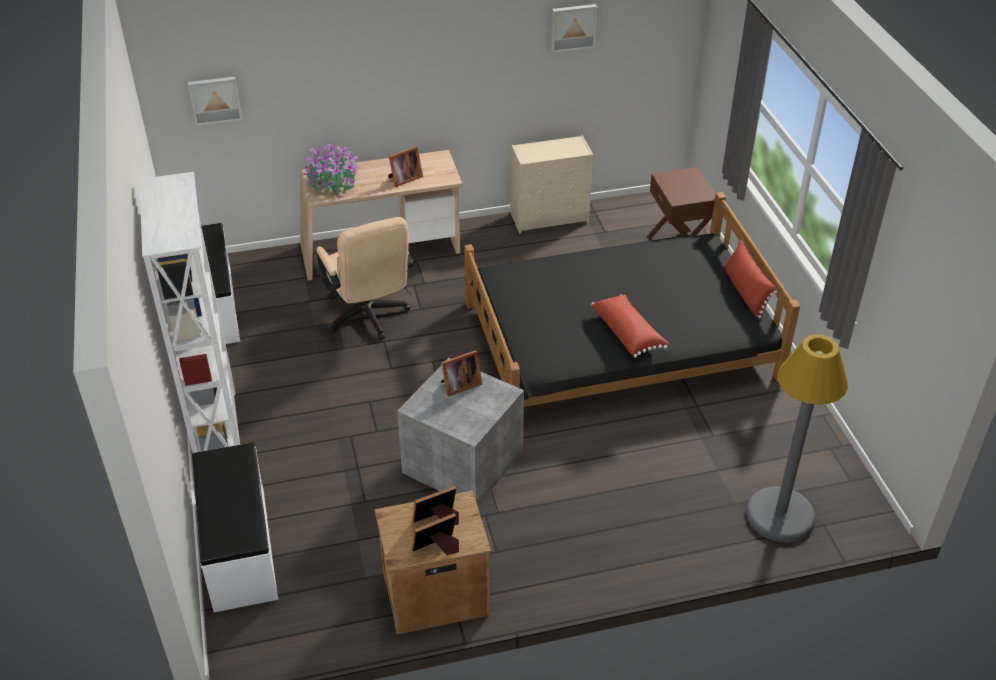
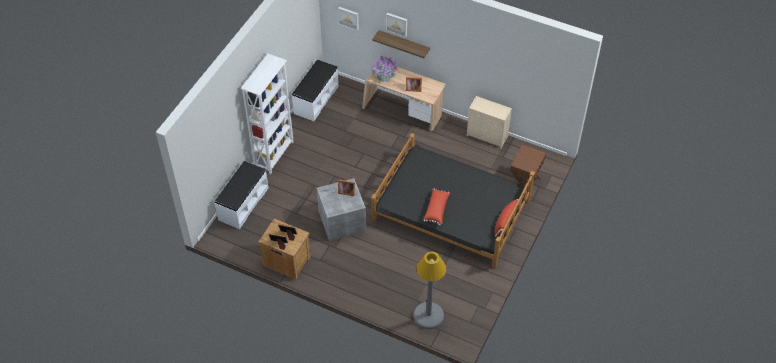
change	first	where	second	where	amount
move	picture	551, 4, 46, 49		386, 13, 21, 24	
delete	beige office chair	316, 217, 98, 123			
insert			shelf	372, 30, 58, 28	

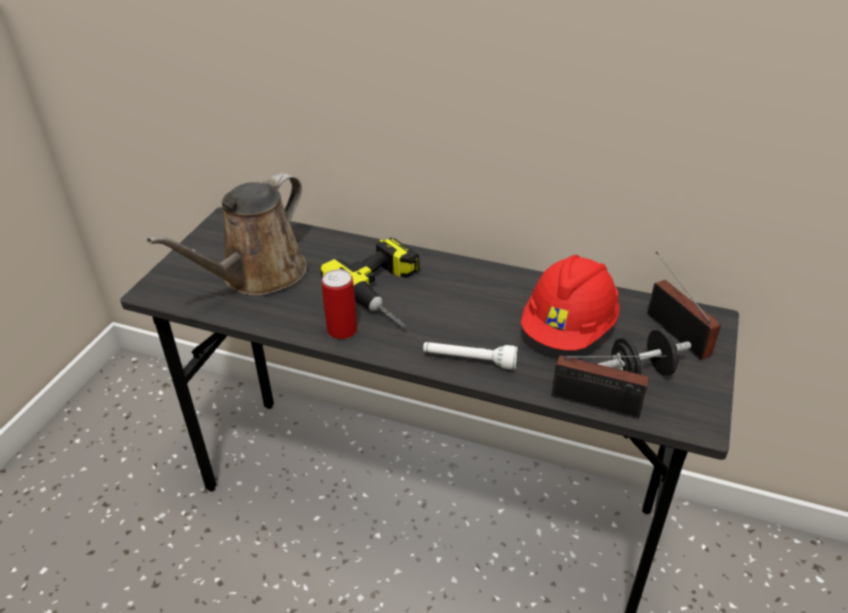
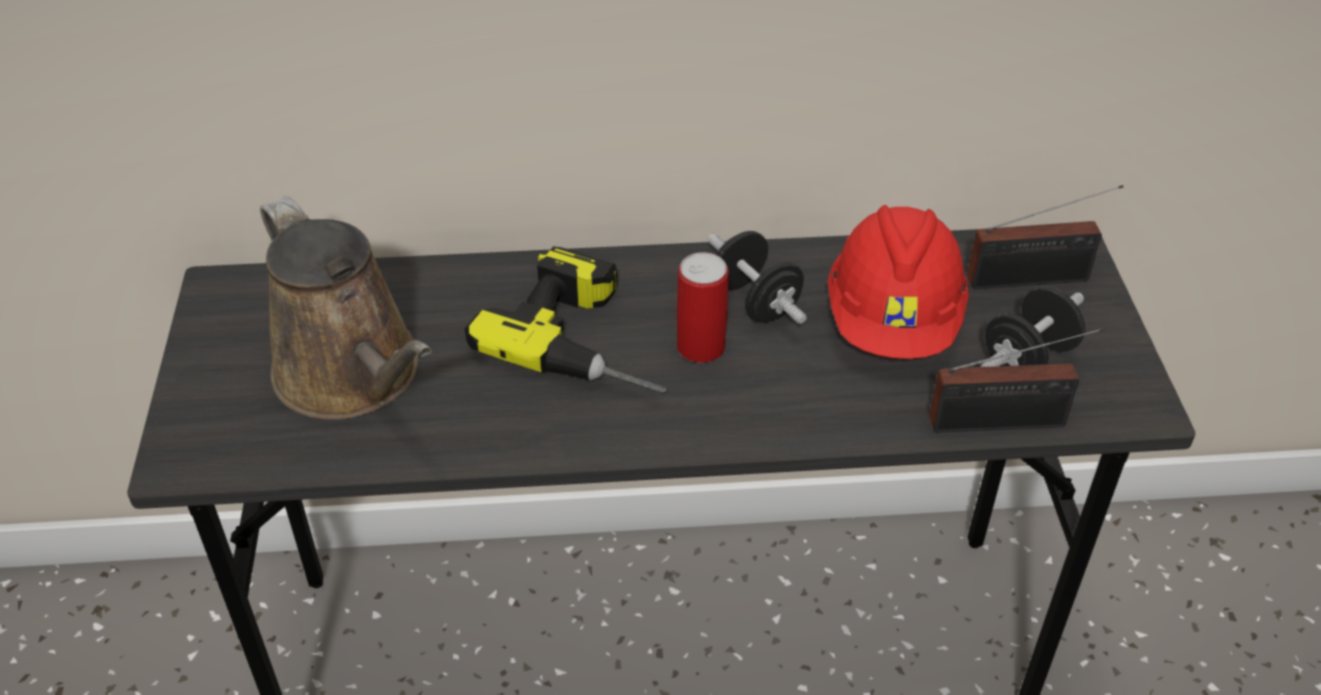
change	first	where	second	where	amount
rotate	brown watering can	147, 173, 160, 123		260, 196, 172, 224	45 degrees counterclockwise
rotate	radio	648, 252, 73, 108		967, 185, 156, 104	135 degrees clockwise
move	can	321, 269, 36, 70		677, 252, 52, 111	
delete	white flashlight	423, 342, 95, 28			
insert			black dumbbell	708, 231, 99, 93	

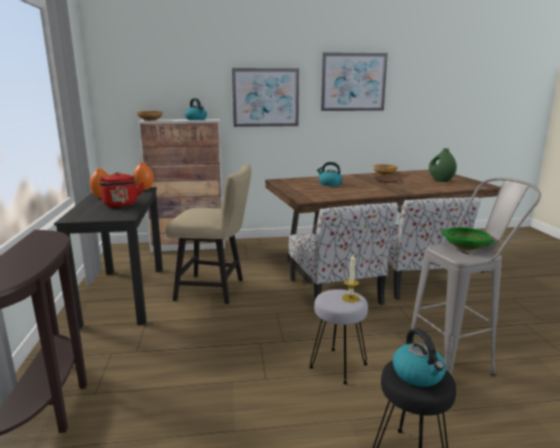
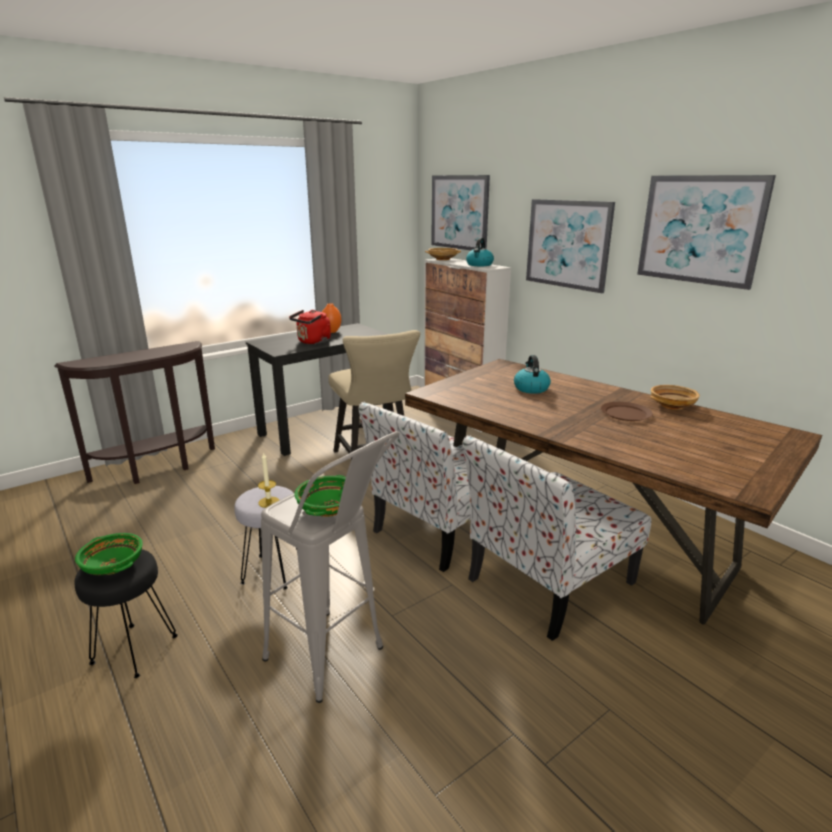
change	first	where	second	where	amount
delete	green vase	429, 148, 28, 34			
delete	orange vase	133, 162, 21, 28			
replace	kettle	393, 328, 53, 59	green bowl	75, 533, 68, 42	
insert			picture	431, 175, 59, 75	

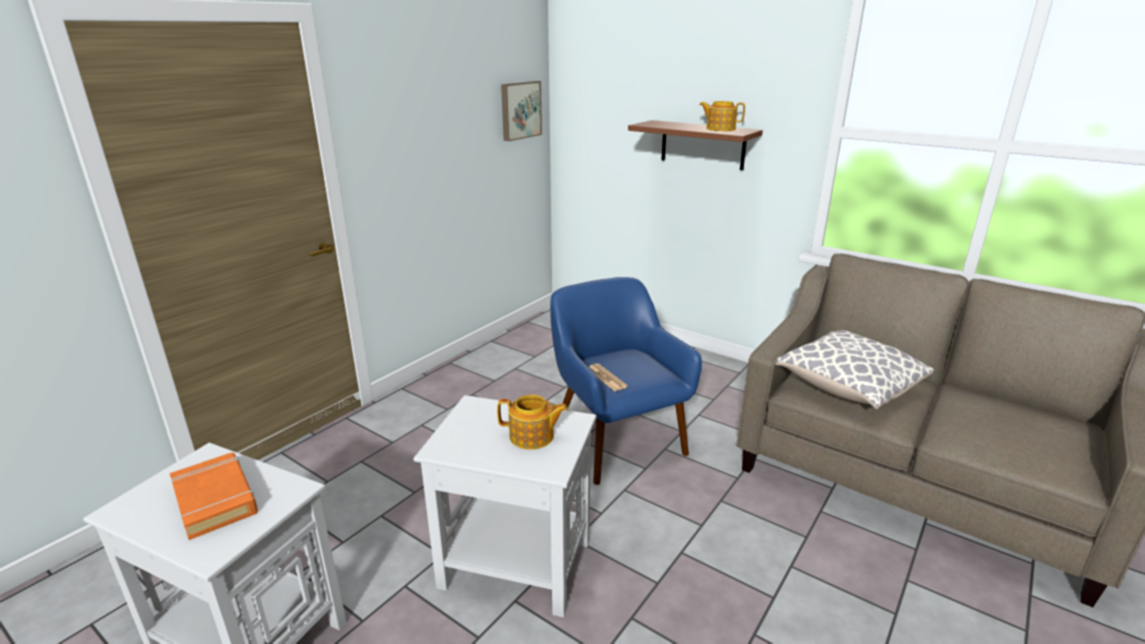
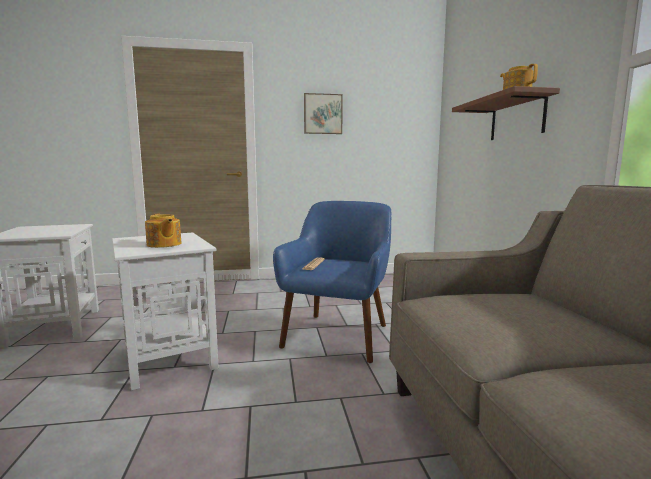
change	first	where	second	where	amount
move	picture	501, 81, 41, 60		304, 93, 39, 41	
delete	pillow	776, 330, 158, 79			
delete	orange book	170, 453, 88, 87			

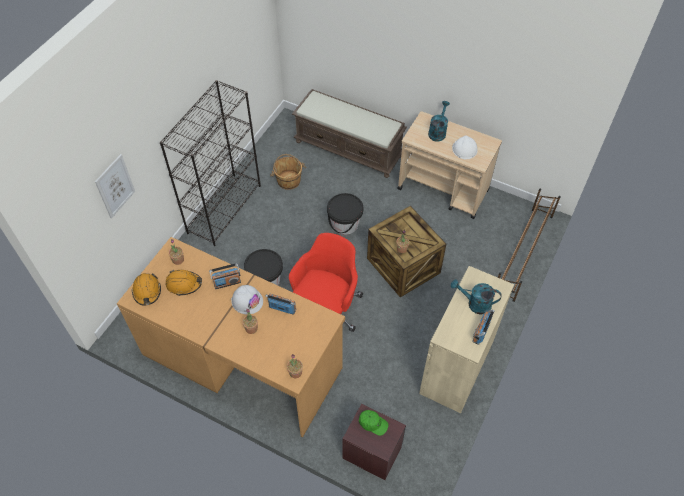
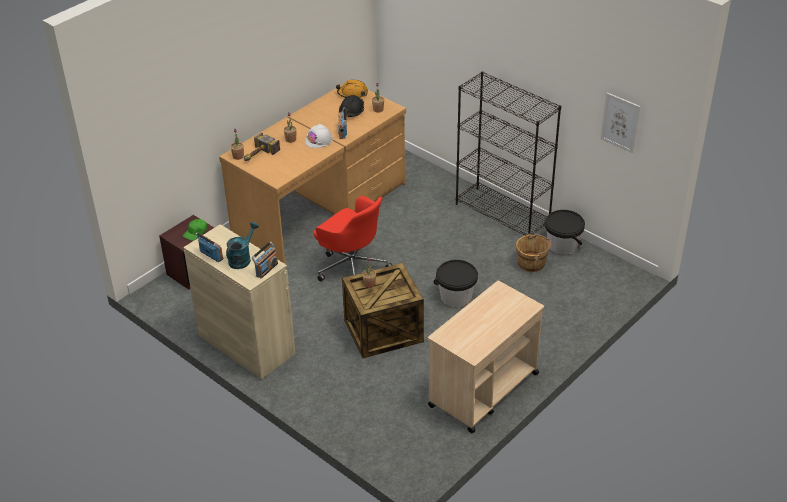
change	first	where	second	where	amount
delete	brown bench	292, 89, 115, 89			
delete	turquoise watering can	428, 101, 22, 40			
delete	white hard hat	452, 135, 26, 24			
move	picture	95, 154, 40, 64		601, 92, 39, 61	
delete	brown shoe rack	498, 189, 63, 113			
move	black bucket	244, 249, 39, 36		545, 210, 40, 45	
recolor	orange hard hat	166, 270, 36, 26	black hard hat	339, 95, 25, 22	
move	radio	265, 294, 31, 21		252, 242, 26, 36	
insert			hammer	244, 132, 36, 29	

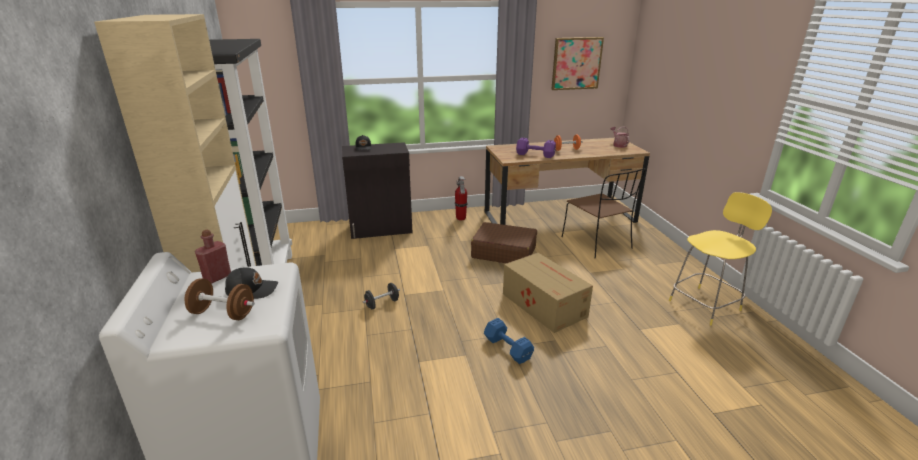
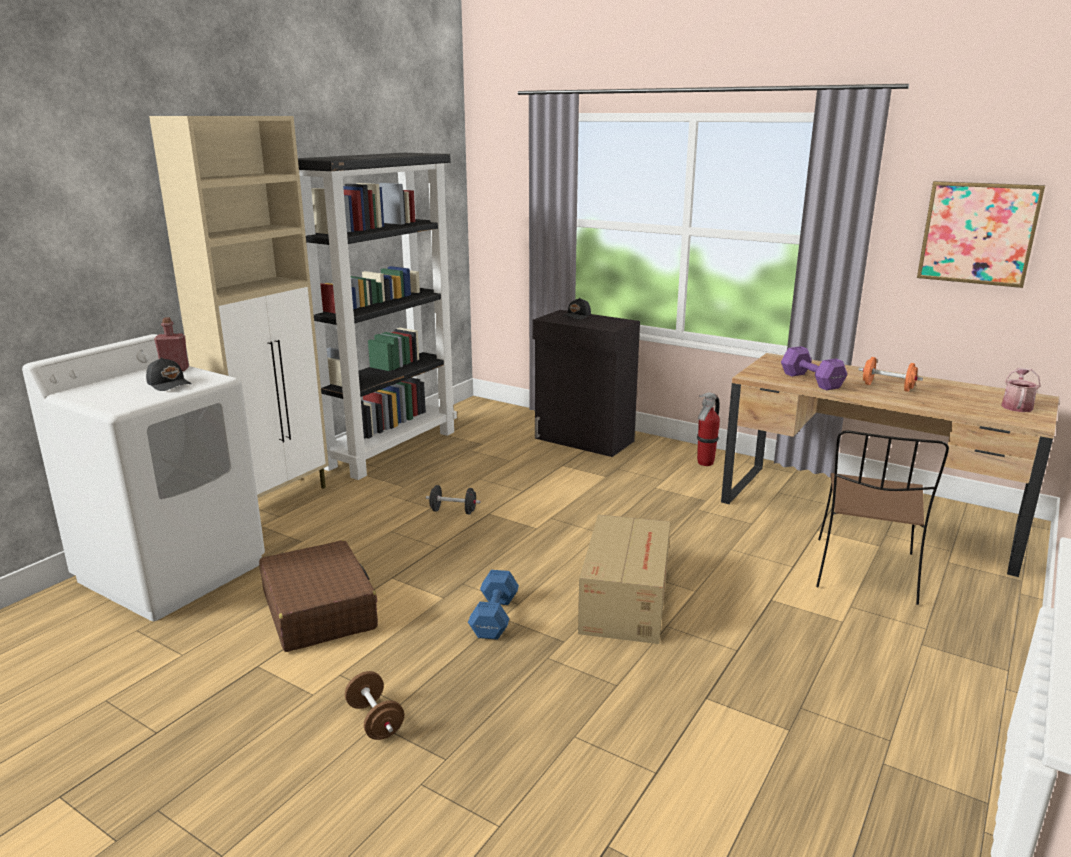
change	first	where	second	where	amount
delete	yellow stool	669, 192, 103, 133			
move	brown suitcase	471, 222, 66, 41		259, 540, 119, 112	
move	brown dumbbell	185, 278, 69, 42		345, 671, 59, 69	

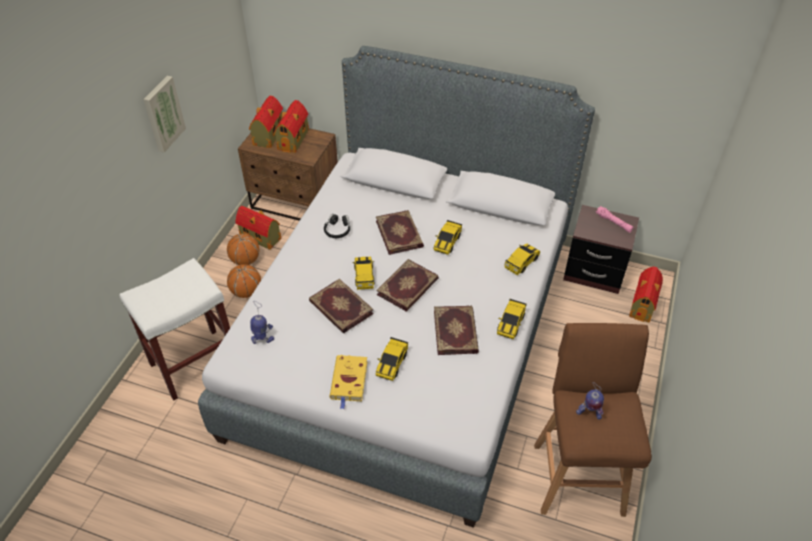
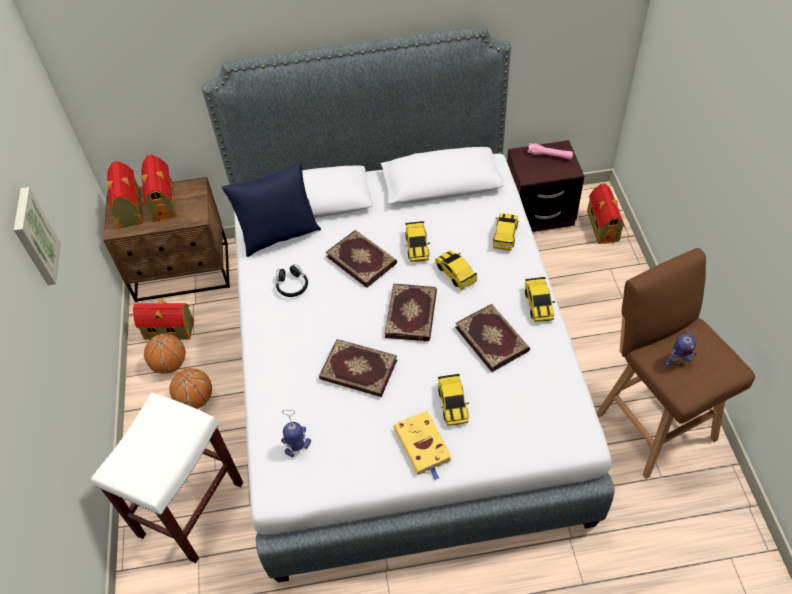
change	first	where	second	where	amount
move	toy car	353, 257, 21, 33		435, 250, 42, 40	
insert			blue pillow	222, 162, 99, 95	

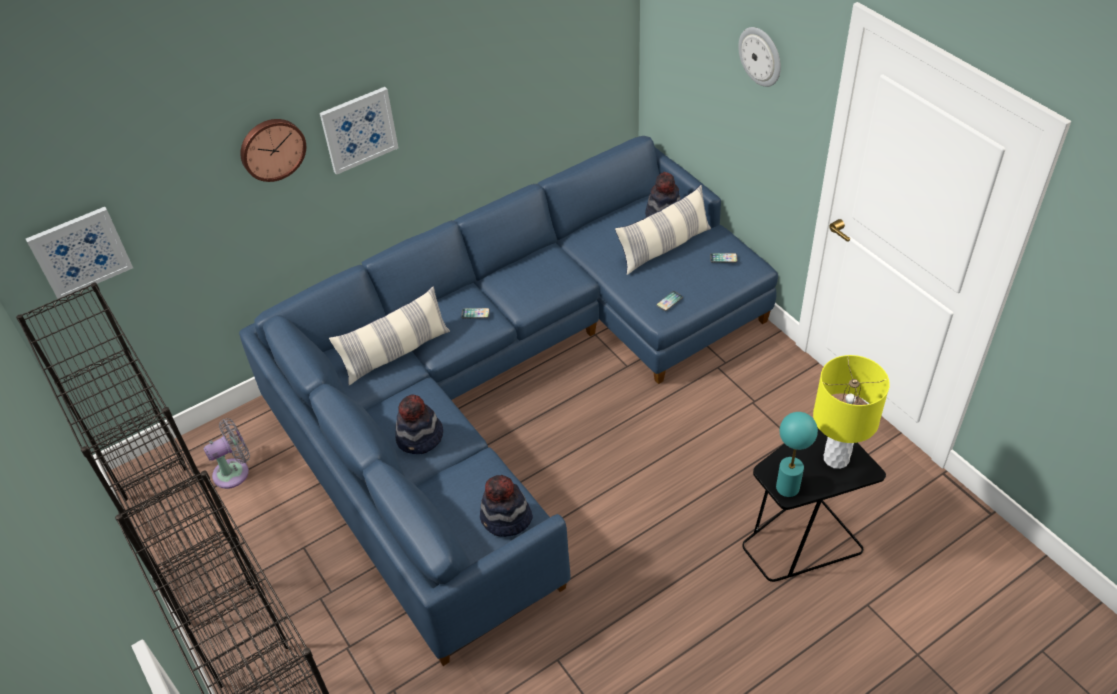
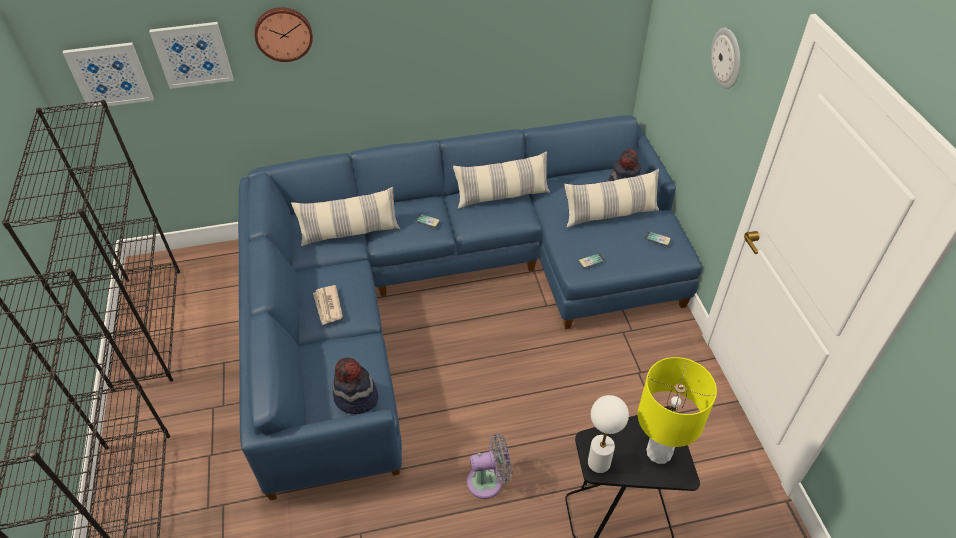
change	first	where	second	where	amount
move	picture	320, 87, 78, 88		149, 22, 85, 67	
replace	hat	395, 395, 48, 59	newspaper	313, 285, 30, 40	
recolor	turquoise table lamp	776, 412, 42, 85	white table lamp	588, 395, 41, 78	
move	grey fan	204, 418, 46, 71		467, 433, 45, 66	
insert			pillow	453, 151, 97, 58	

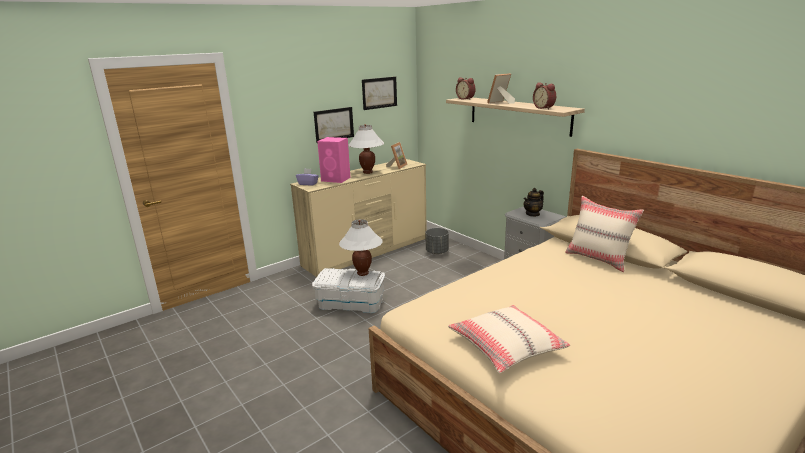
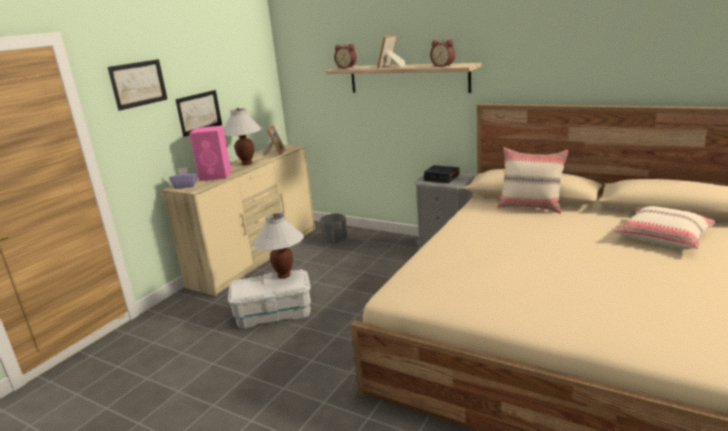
change	first	where	second	where	amount
move	picture	362, 77, 35, 33		108, 59, 60, 52	
replace	teapot	524, 188, 20, 29	alarm clock	424, 165, 36, 18	
move	beige pillow	448, 305, 122, 68		613, 206, 103, 43	

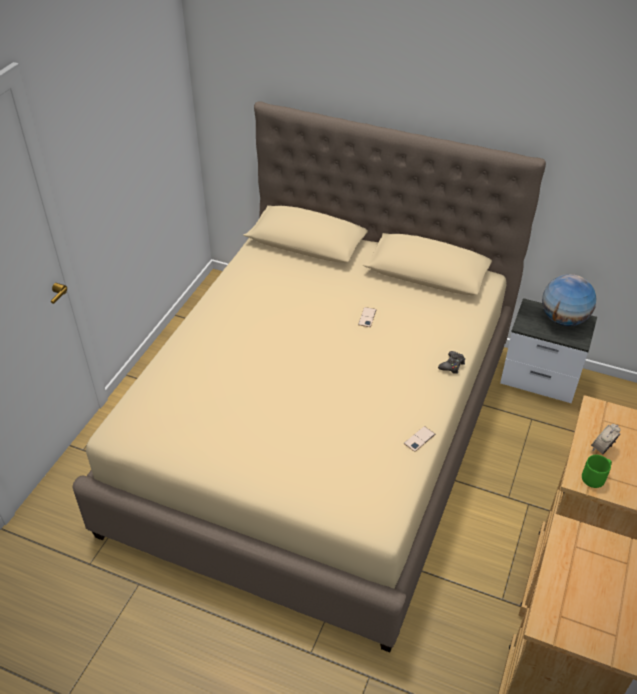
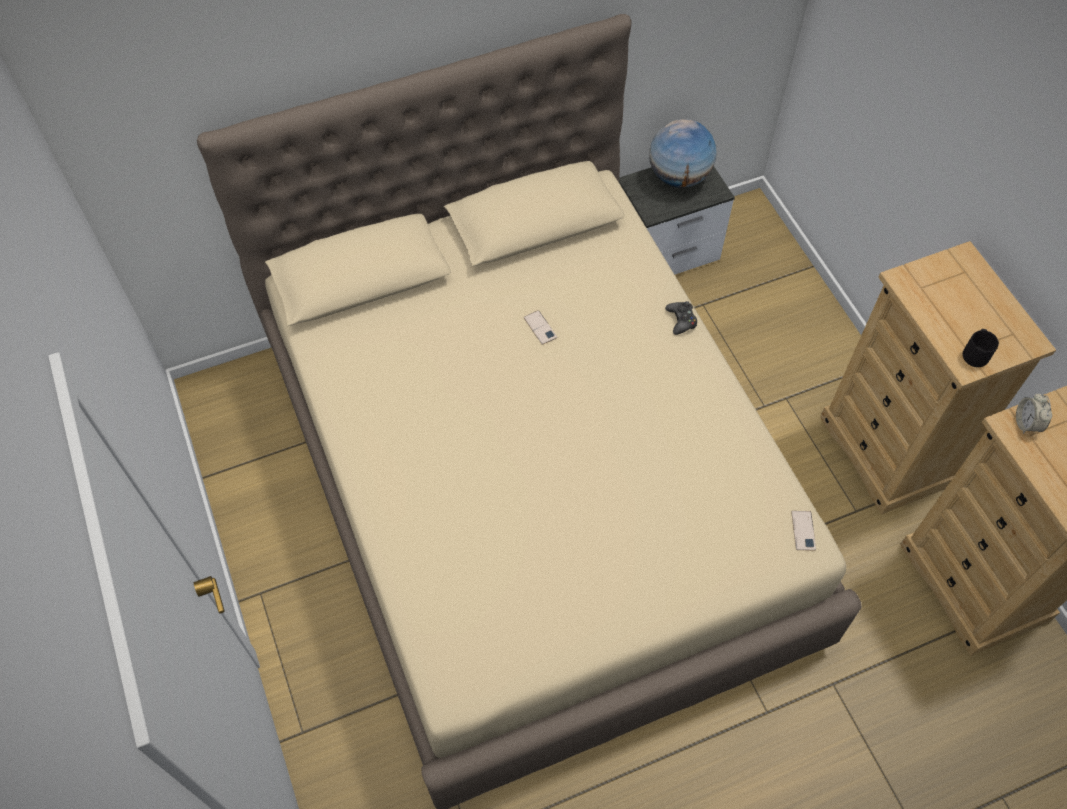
change	first	where	second	where	amount
move	alarm clock	591, 424, 30, 30		1016, 394, 36, 40	
move	phone	404, 426, 31, 26		791, 511, 25, 39	
recolor	green mug	582, 455, 30, 33	black mug	963, 329, 36, 38	

